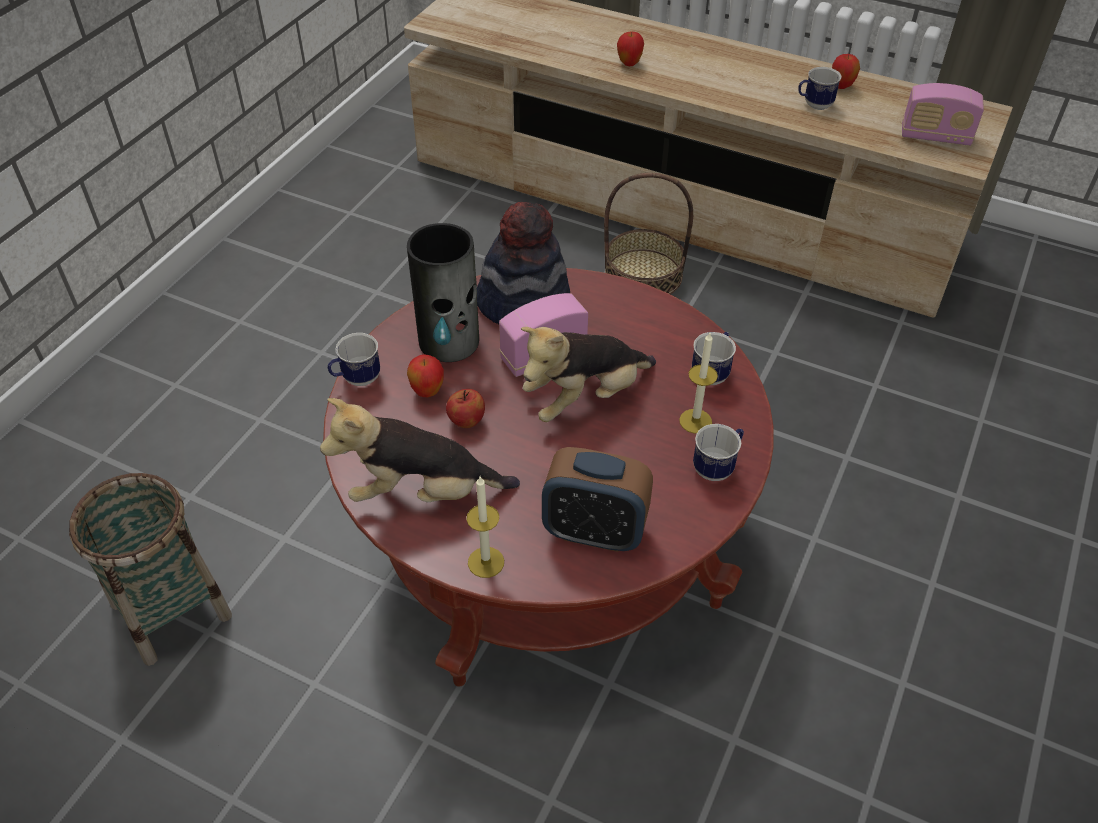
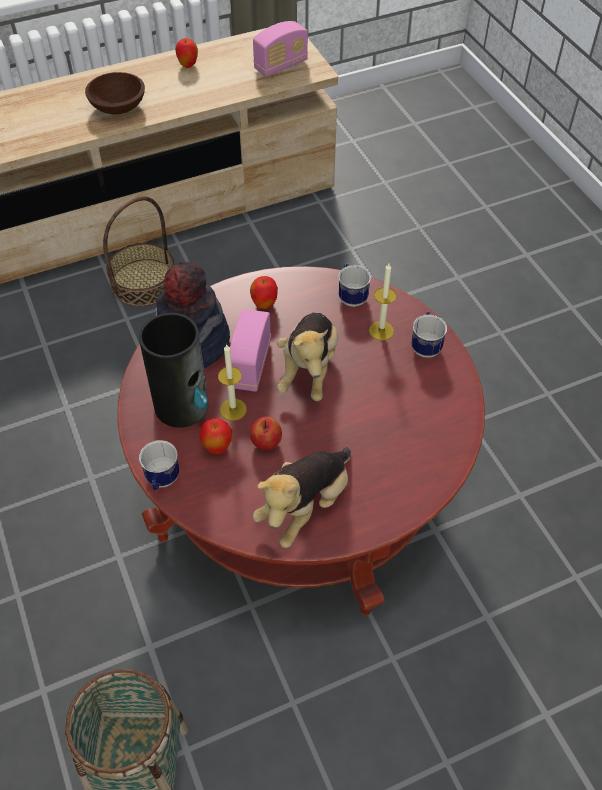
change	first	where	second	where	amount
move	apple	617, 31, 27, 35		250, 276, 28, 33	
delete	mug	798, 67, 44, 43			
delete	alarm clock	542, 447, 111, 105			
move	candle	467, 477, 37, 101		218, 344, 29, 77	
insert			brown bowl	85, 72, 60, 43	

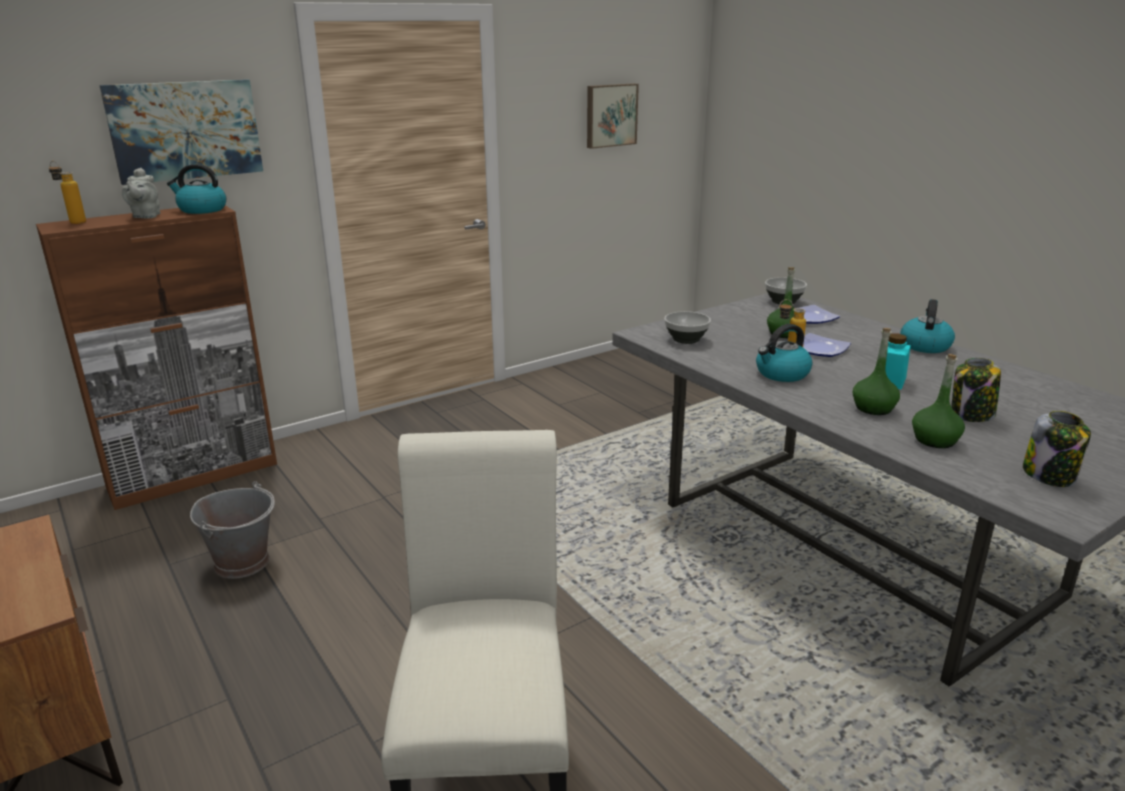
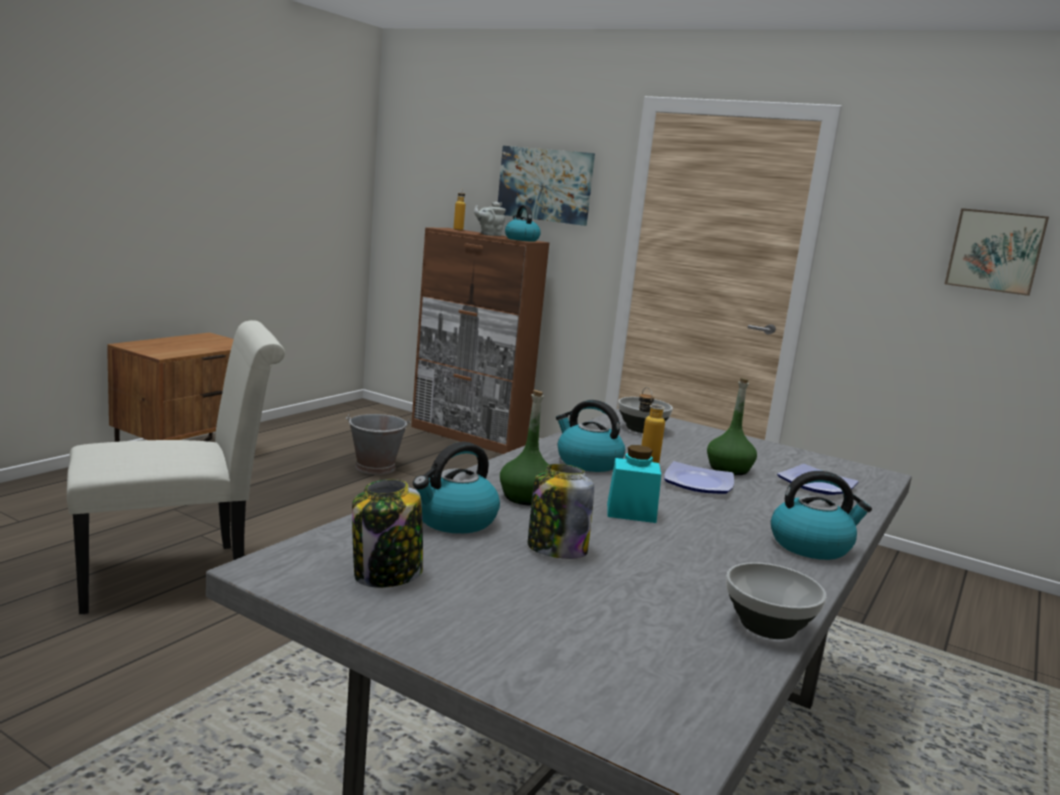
change	first	where	second	where	amount
move	bowl	765, 277, 42, 28		726, 562, 100, 77	
replace	green bottle	912, 354, 53, 94	kettle	413, 442, 87, 92	

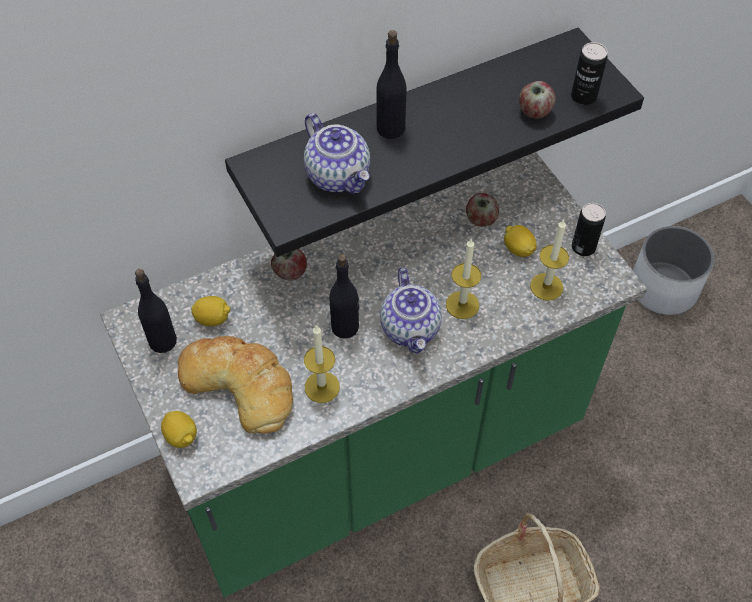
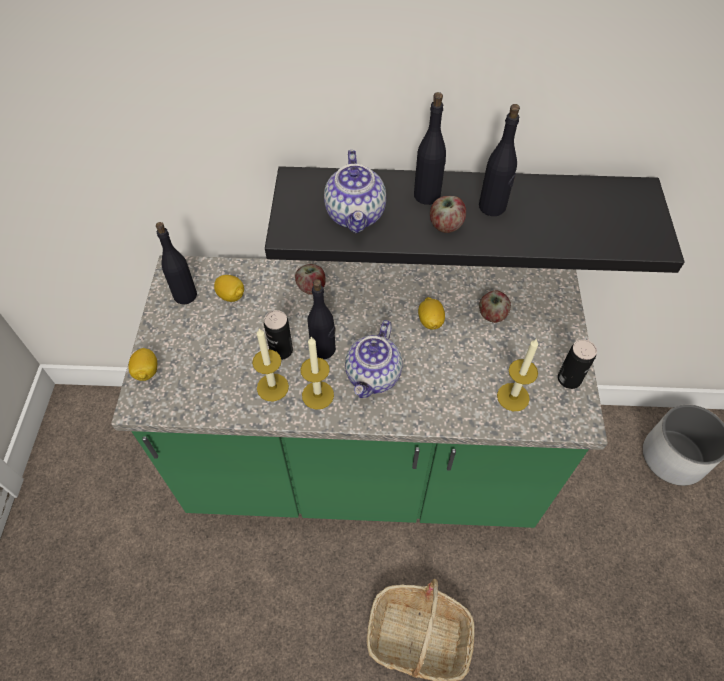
change	first	where	second	where	amount
move	can	571, 42, 37, 63		264, 310, 29, 50	
move	apple	519, 81, 37, 38		430, 196, 36, 37	
move	lemon	504, 225, 33, 32		418, 297, 27, 33	
move	candle	446, 238, 35, 81		301, 336, 33, 74	
delete	bread	178, 336, 115, 97			
insert			black bottle	479, 104, 41, 112	

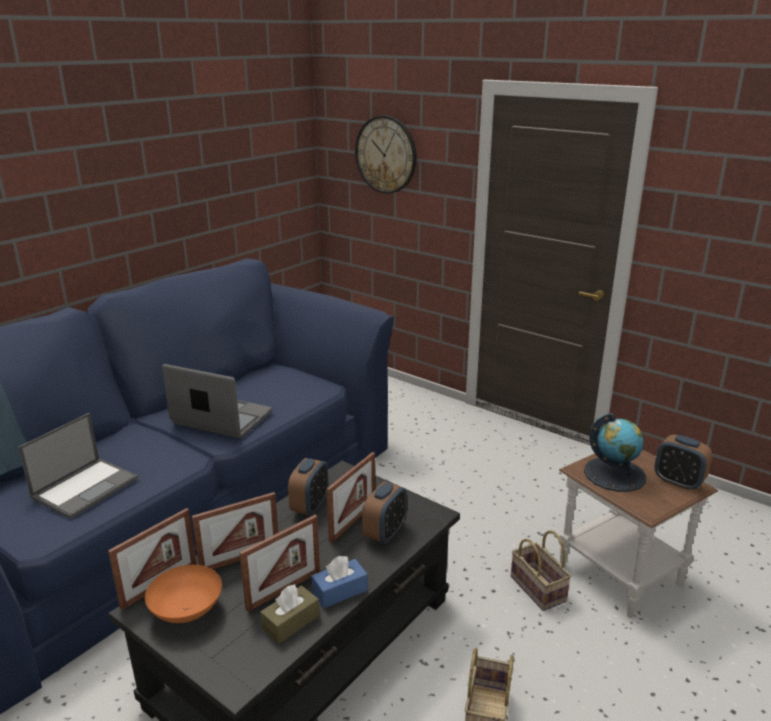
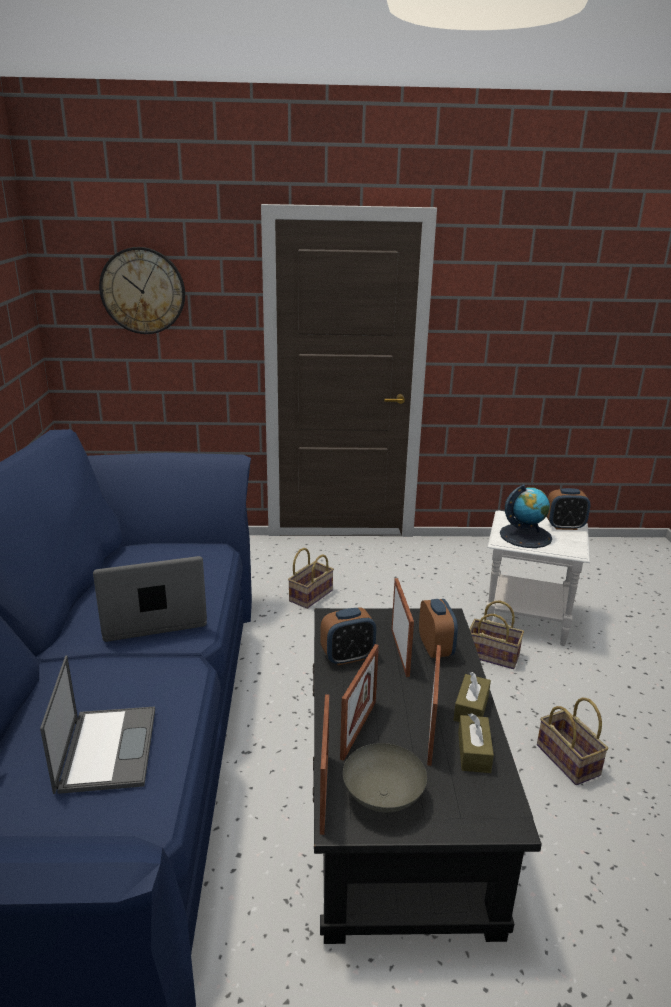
change	first	where	second	where	amount
recolor	brown side table	559, 449, 159, 169	white side table	485, 511, 105, 135	
rotate	alarm clock	288, 458, 40, 58		320, 607, 56, 58	90 degrees clockwise
recolor	blue tissue box	311, 556, 57, 52	brown tissue box	454, 672, 37, 50	
recolor	orange bowl	145, 565, 77, 58	grey bowl	343, 743, 84, 70	
insert			basket	288, 548, 46, 61	

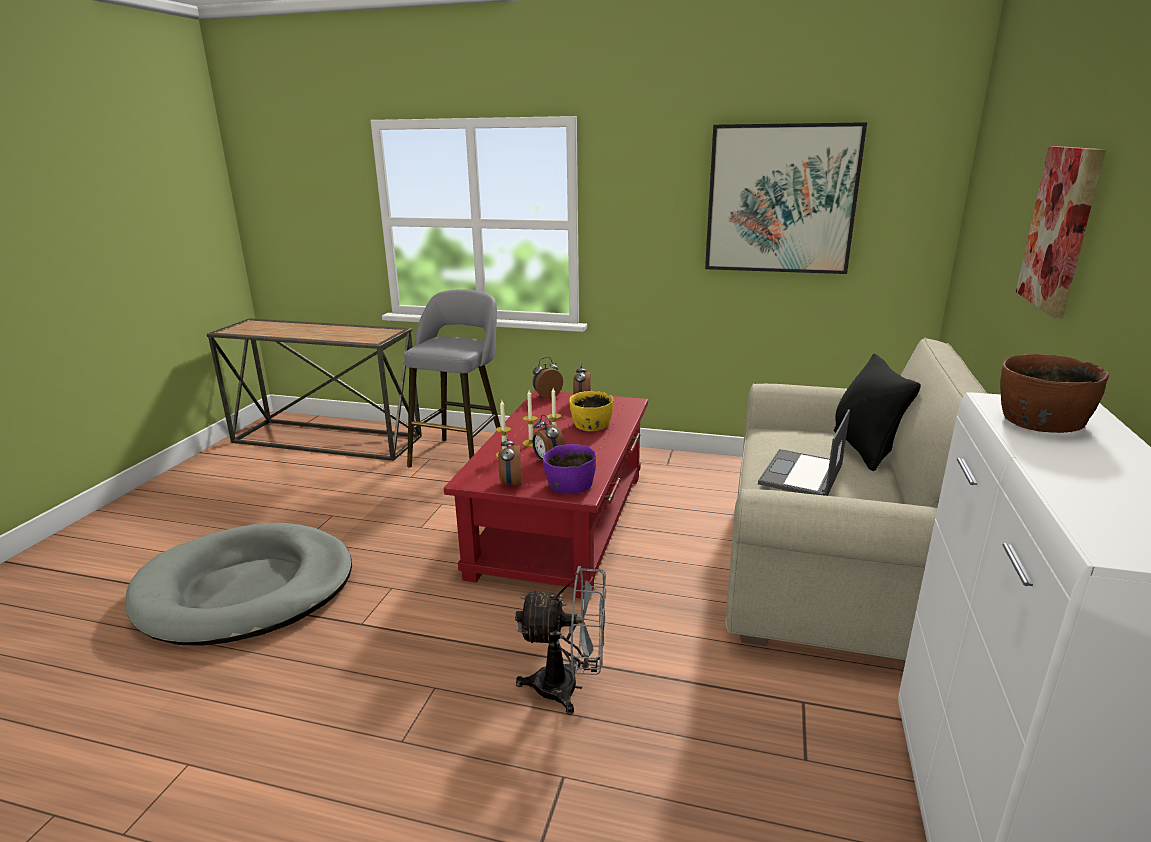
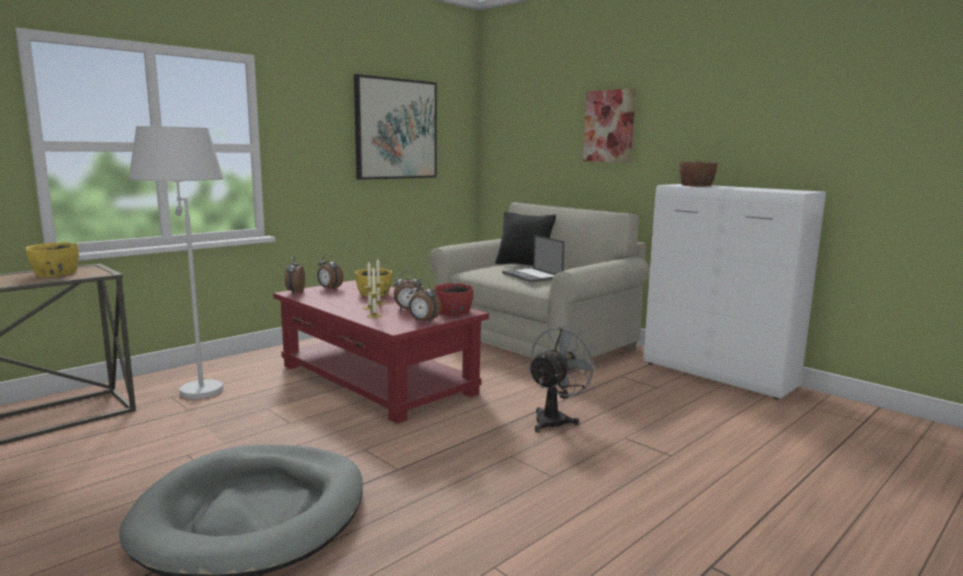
change	first	where	second	where	amount
replace	grey stool	404, 289, 96, 178	white floor lamp	129, 126, 94, 273	
recolor	purple bowl	543, 444, 53, 50	red bowl	434, 283, 40, 33	
insert			yellow bowl	25, 242, 54, 35	

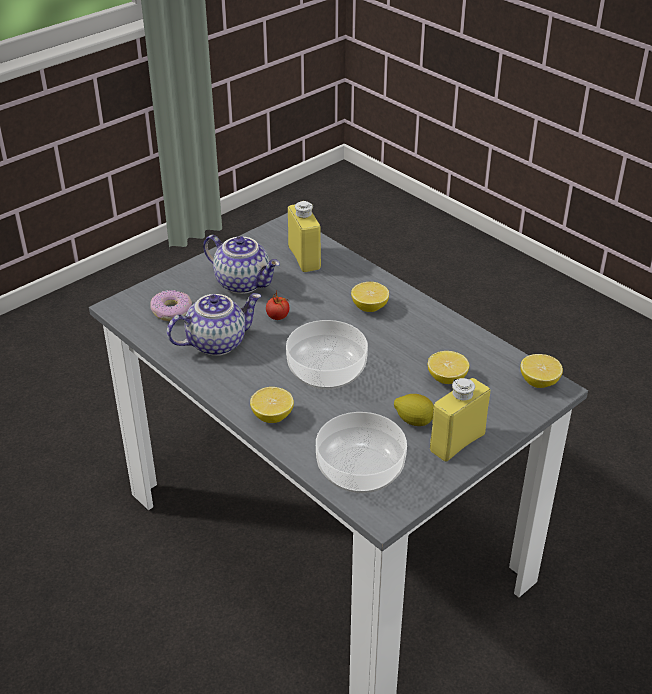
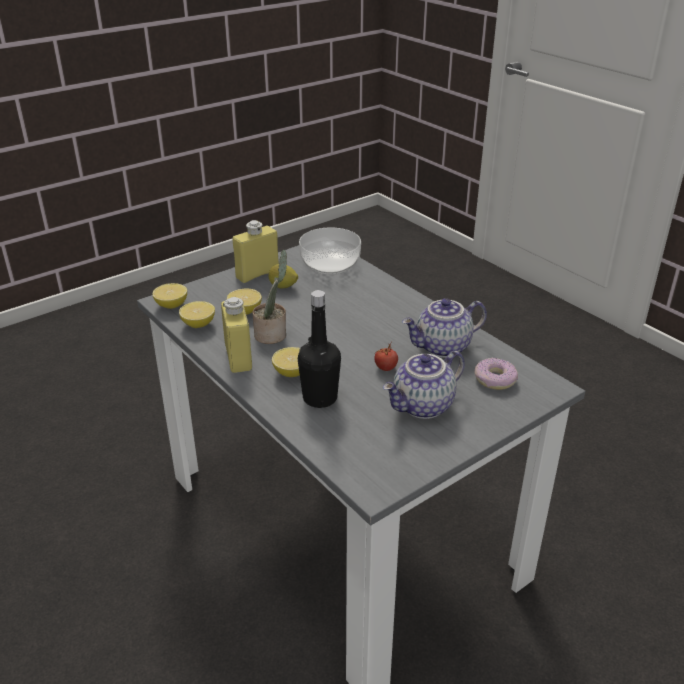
change	first	where	second	where	amount
move	yellow bottle	288, 201, 33, 71		221, 297, 31, 76	
rotate	teapot	203, 235, 77, 59		383, 351, 82, 68	75 degrees counterclockwise
delete	bowl	286, 320, 82, 70			
move	lemon	250, 387, 44, 36		179, 301, 36, 27	
insert			potted plant	252, 250, 35, 94	
insert			black bottle	298, 290, 43, 118	

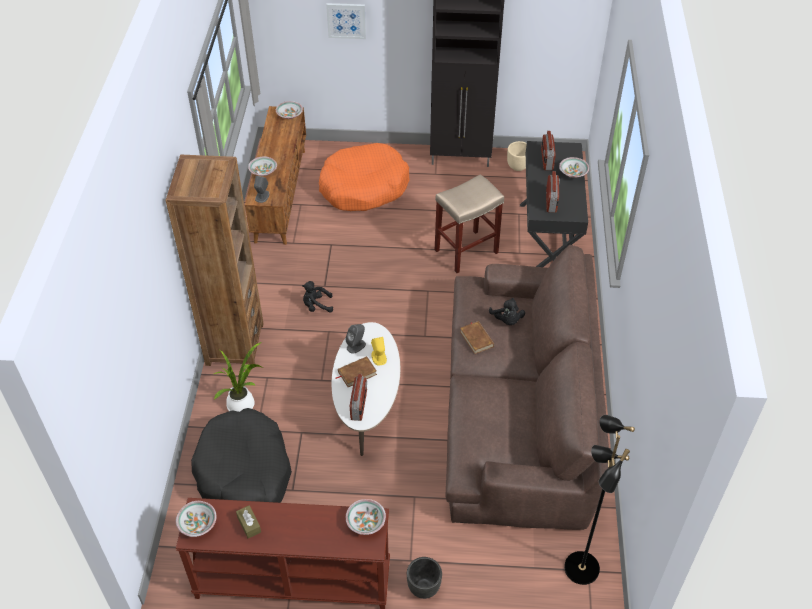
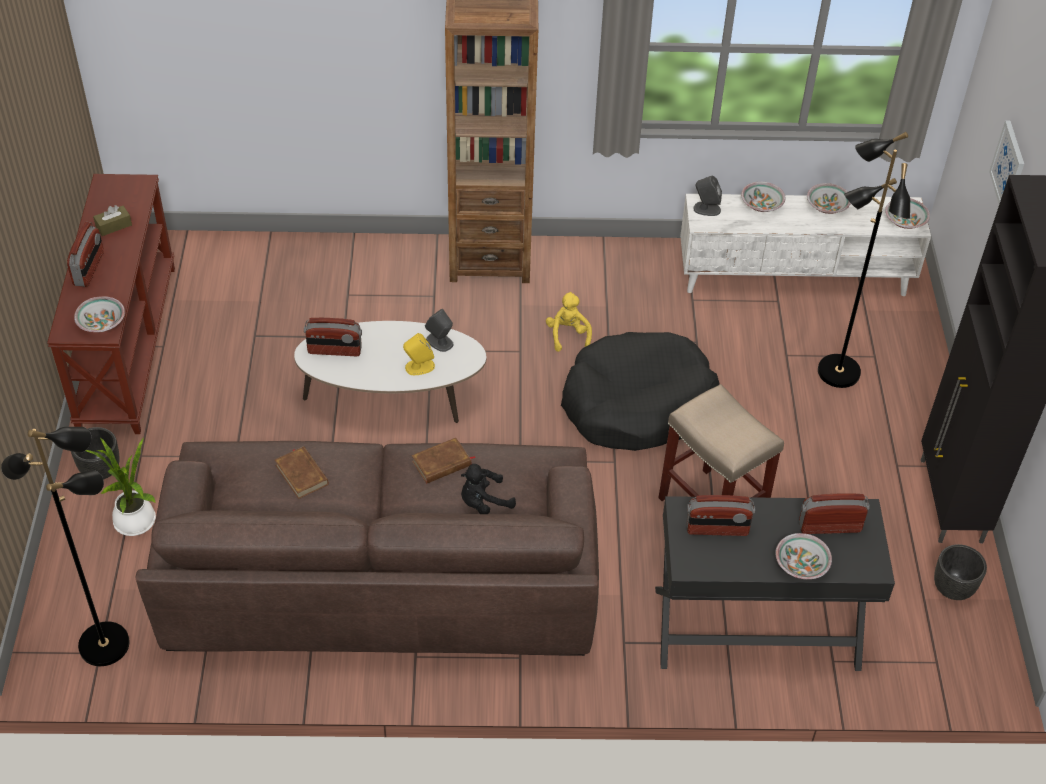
change	first	where	second	where	amount
recolor	brown tv stand	245, 106, 61, 139	white tv stand	680, 194, 251, 102	
recolor	beige planter	507, 141, 20, 30	black planter	934, 544, 53, 56	
replace	orange dog bed	319, 143, 91, 68	black floor lamp	818, 132, 92, 256	
recolor	black plush toy	302, 281, 31, 32	yellow plush toy	546, 292, 46, 60	
move	potted plant	214, 342, 49, 70		85, 438, 71, 98	
move	brown book	335, 356, 42, 31		275, 446, 54, 53	
move	black dog bed	191, 408, 101, 95		561, 332, 158, 119	
move	bowl	176, 501, 41, 36		807, 183, 44, 31	
insert			radio	67, 222, 37, 65	

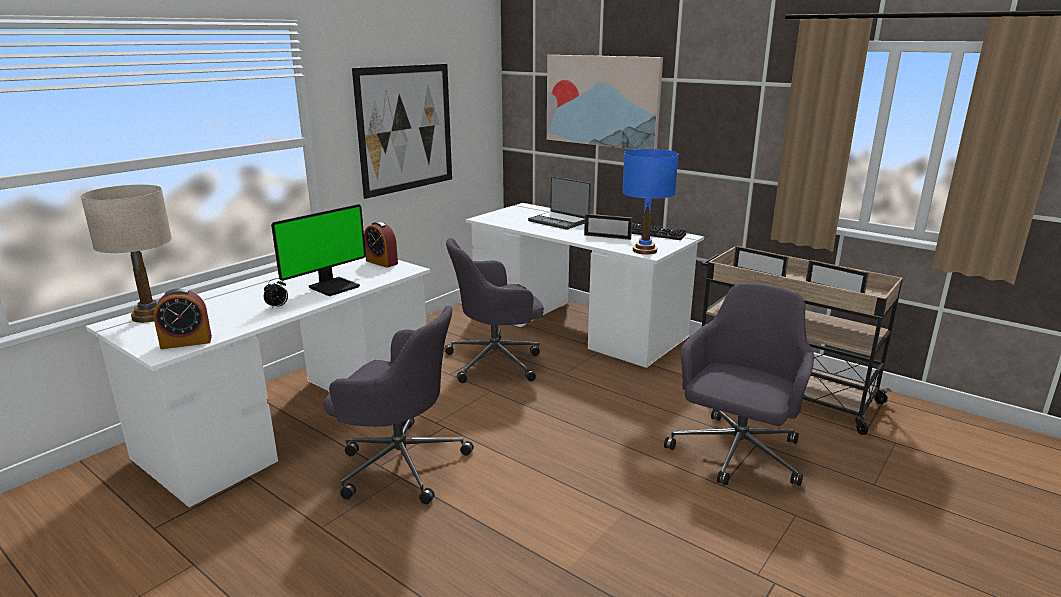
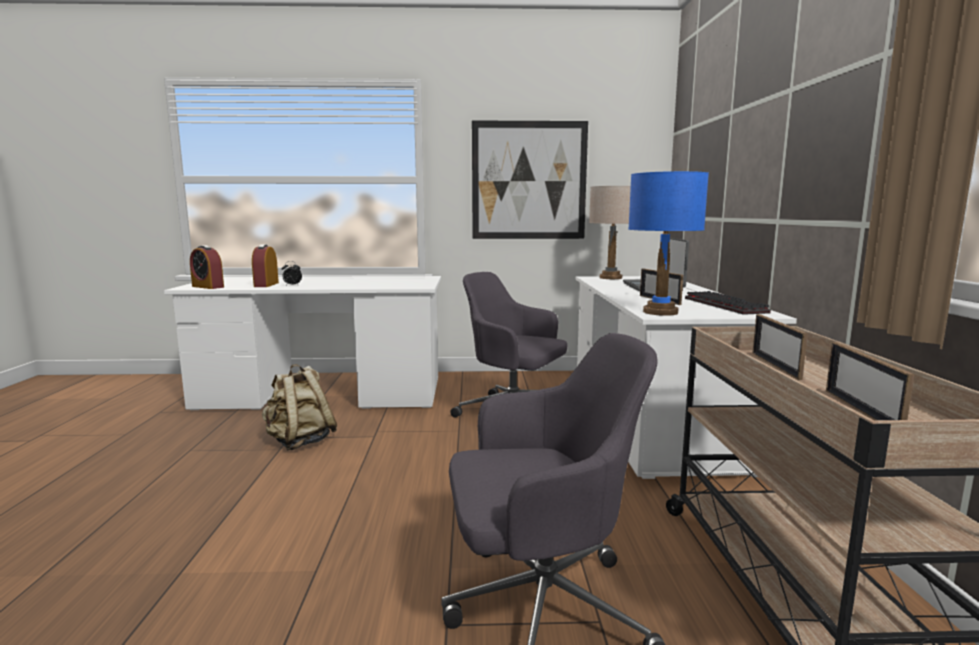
change	first	where	second	where	amount
delete	picture	547, 55, 116, 94			
move	beige table lamp	80, 185, 92, 138		589, 186, 42, 93	
delete	monitor	271, 204, 95, 92			
move	alarm clock	364, 221, 34, 47		252, 245, 27, 42	
replace	grey office chair	324, 306, 150, 198	beige backpack	262, 364, 75, 86	

